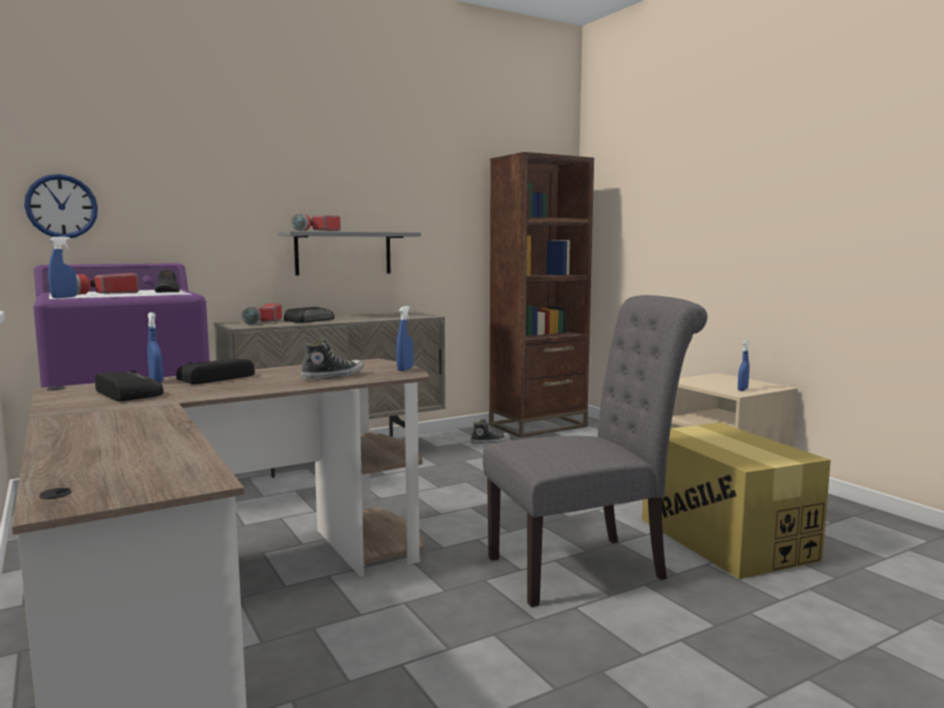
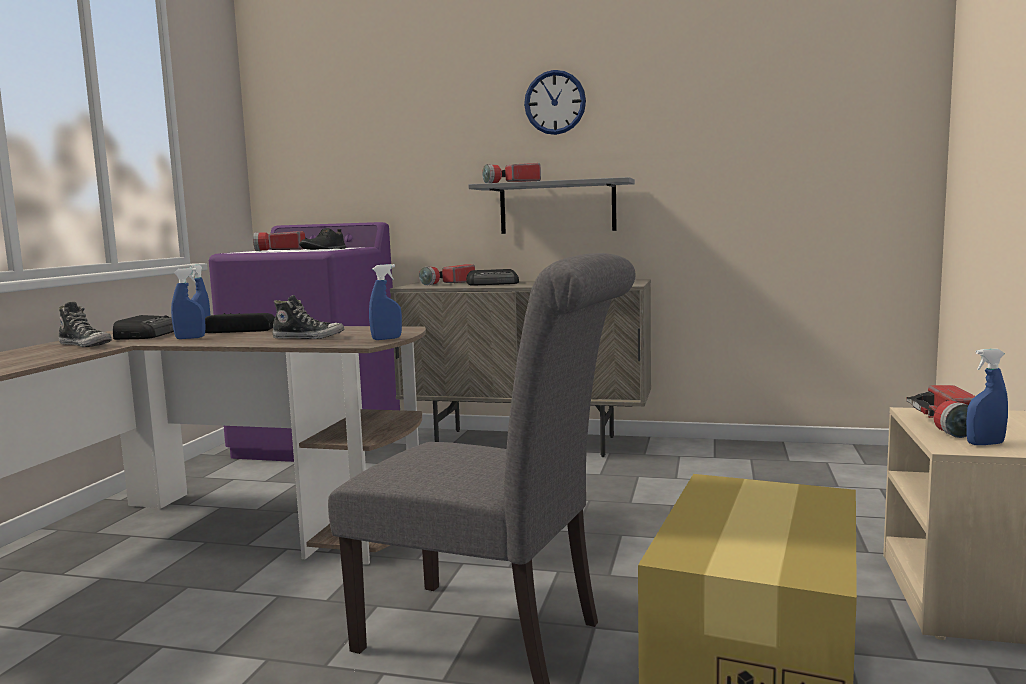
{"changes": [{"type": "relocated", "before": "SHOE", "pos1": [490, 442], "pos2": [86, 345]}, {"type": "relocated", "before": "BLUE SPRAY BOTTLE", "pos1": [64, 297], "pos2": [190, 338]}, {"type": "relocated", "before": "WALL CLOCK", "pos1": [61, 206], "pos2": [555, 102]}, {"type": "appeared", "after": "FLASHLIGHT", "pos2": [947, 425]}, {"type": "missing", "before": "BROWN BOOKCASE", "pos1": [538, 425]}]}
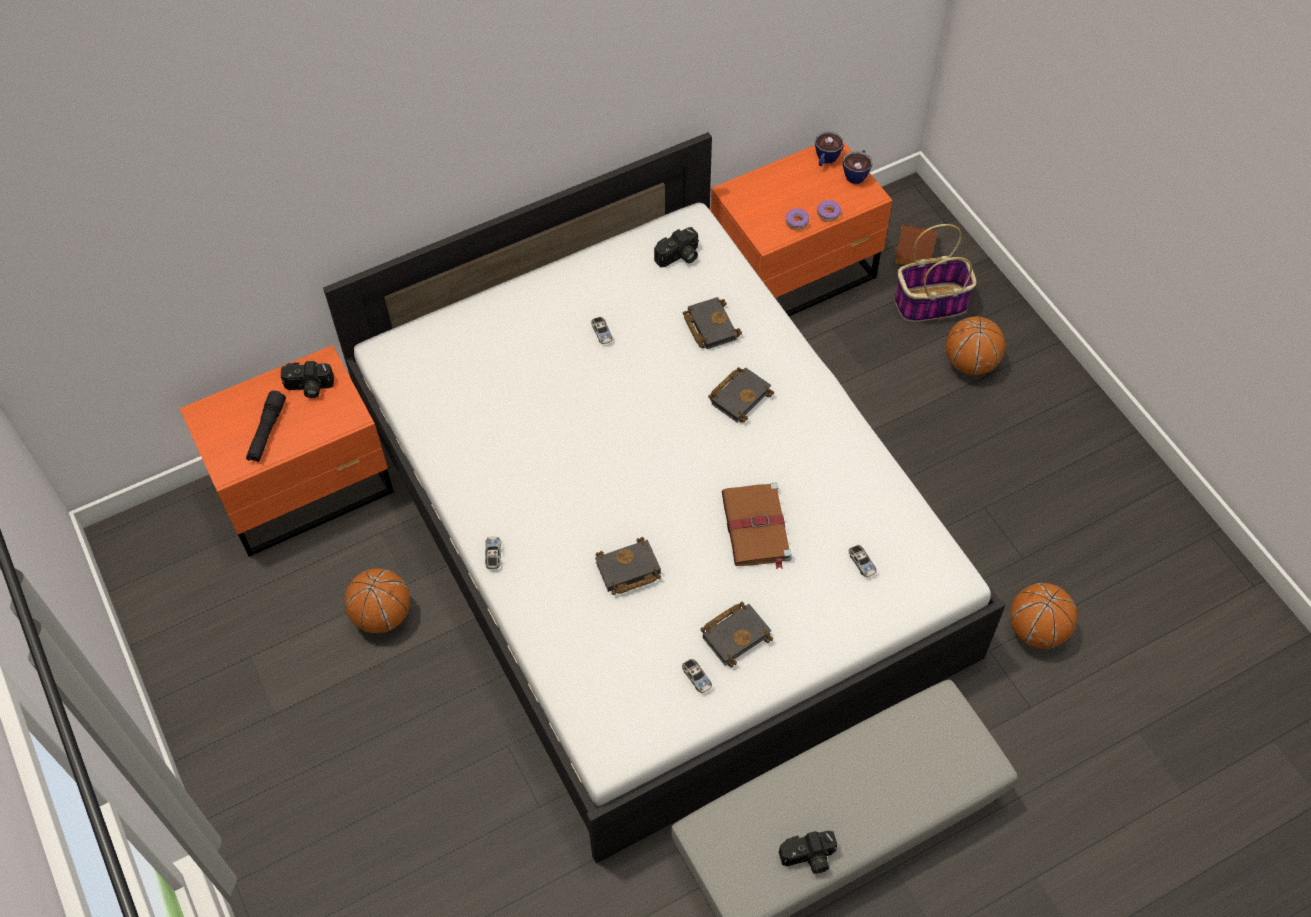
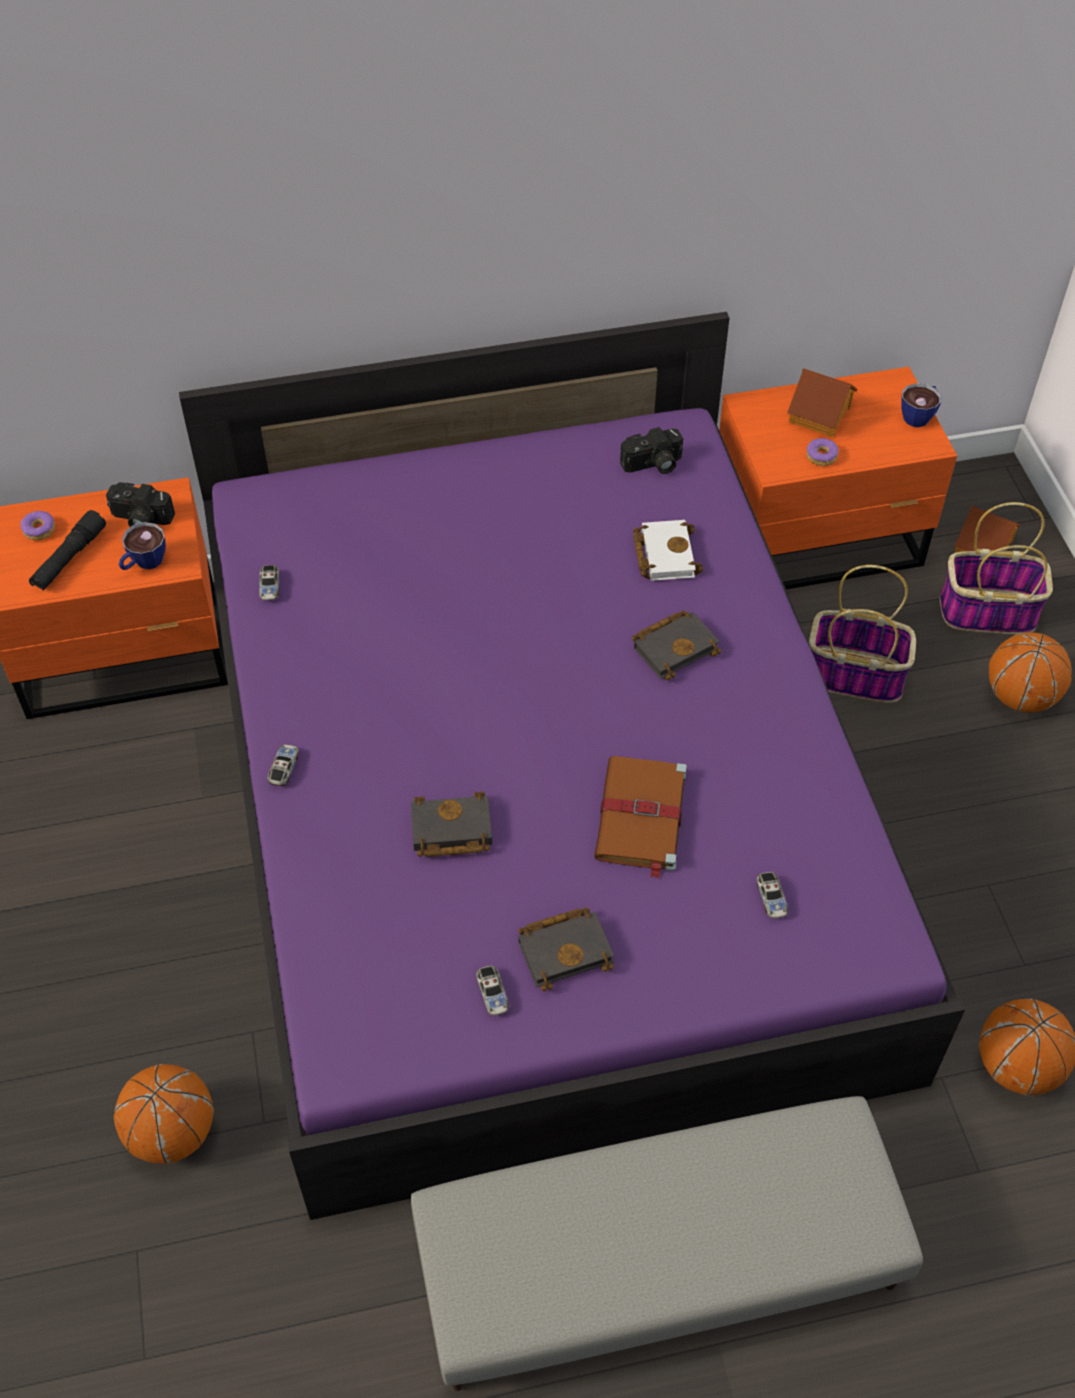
{"changes": [{"type": "relocated", "before": "DONUT", "pos1": [828, 214], "pos2": [39, 530]}, {"type": "relocated", "before": "BASKETBALL", "pos1": [382, 615], "pos2": [172, 1133]}, {"type": "relocated", "before": "CUP", "pos1": [825, 160], "pos2": [144, 563]}, {"type": "colour", "before": "WHITE BED", "after": "PURPLE BED", "pos1": [655, 531], "pos2": [536, 809]}, {"type": "relocated", "before": "TOY CAR", "pos1": [602, 333], "pos2": [270, 587]}, {"type": "colour", "before": "BLACK BOOK", "after": "WHITE BOOK", "pos1": [709, 326], "pos2": [663, 554]}, {"type": "appeared", "after": "TOY HOUSE", "pos2": [820, 414]}, {"type": "appeared", "after": "BASKET", "pos2": [855, 675]}, {"type": "missing", "before": "PHOTO CAMERA", "pos1": [808, 858]}]}
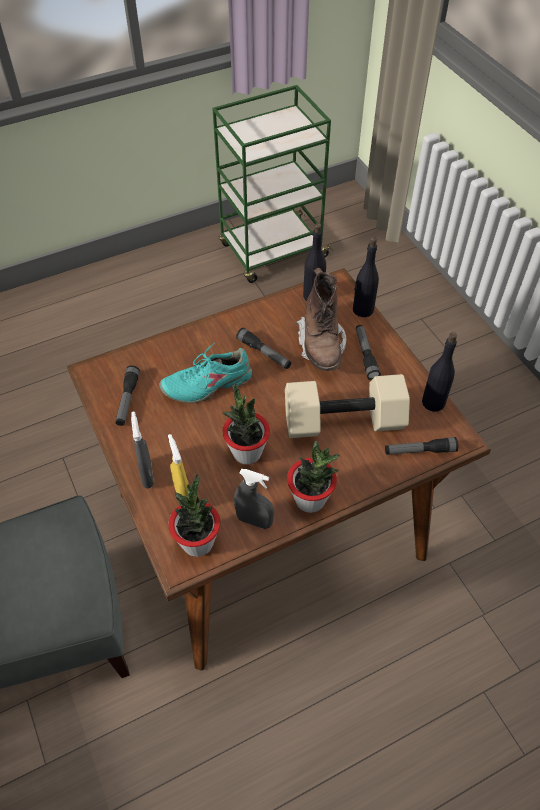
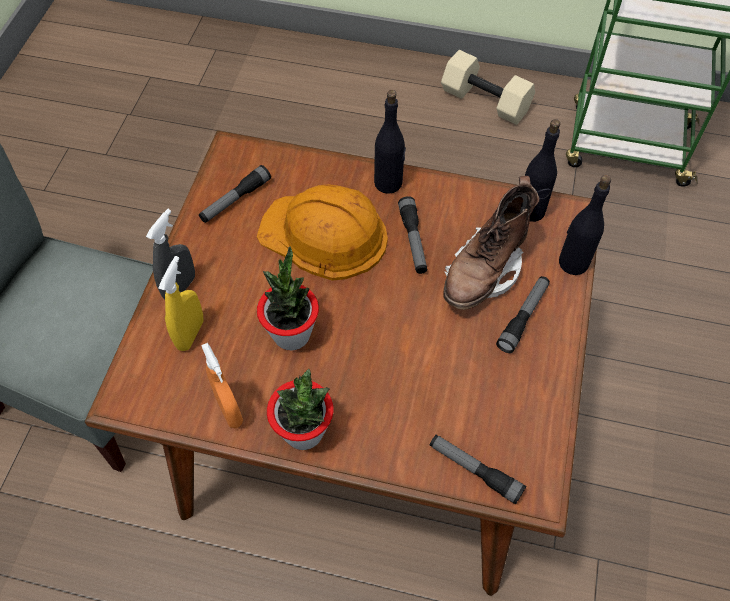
{"changes": [{"type": "colour", "before": "GREY SPRAY BOTTLE", "after": "ORANGE SPRAY BOTTLE", "pos1": [254, 521], "pos2": [229, 410]}, {"type": "exchanged", "before": "TURQUOISE SHOE", "after": "ORANGE HARD HAT", "pos1": [208, 384], "pos2": [324, 235]}, {"type": "relocated", "before": "BLACK BOTTLE", "pos1": [433, 402], "pos2": [388, 183]}, {"type": "relocated", "before": "BEIGE DUMBBELL", "pos1": [342, 423], "pos2": [483, 101]}, {"type": "missing", "before": "POTTED PLANT", "pos1": [197, 542]}]}
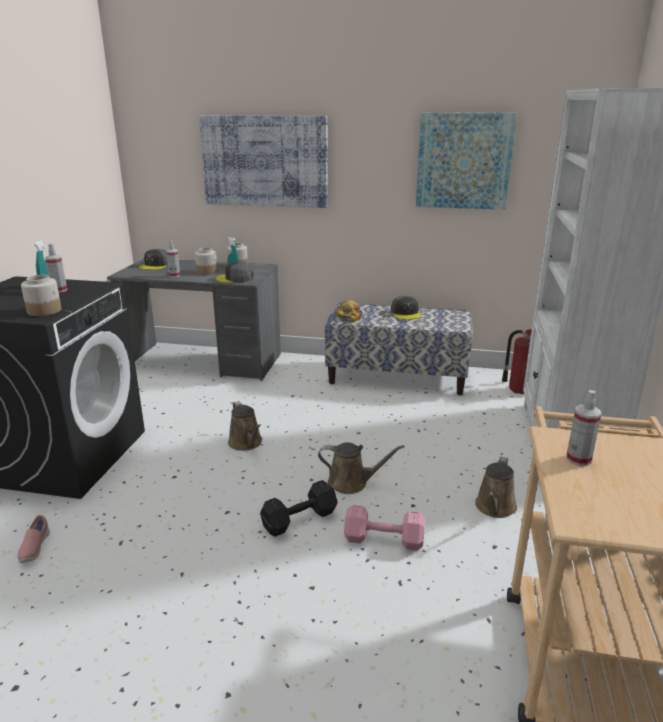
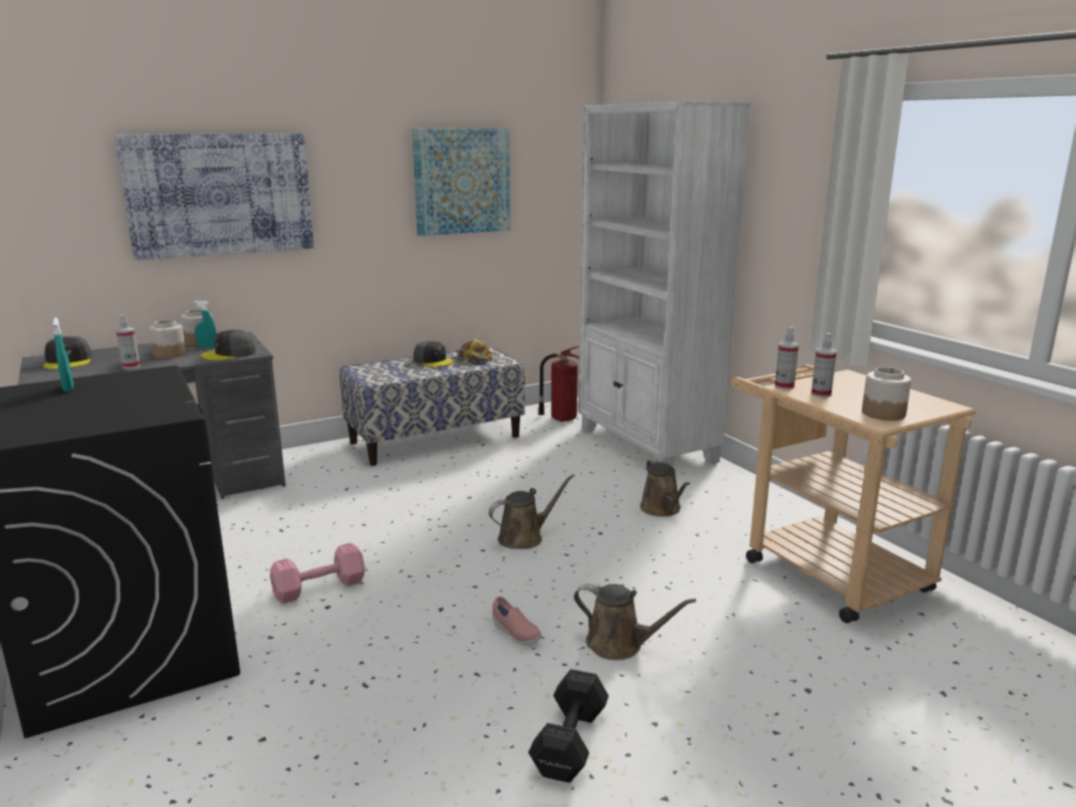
{"changes": [{"type": "relocated", "before": "PINK DUMBBELL", "pos1": [382, 539], "pos2": [317, 588]}, {"type": "relocated", "before": "CAP", "pos1": [349, 316], "pos2": [473, 357]}, {"type": "relocated", "before": "PINK SHOE", "pos1": [34, 548], "pos2": [515, 633]}, {"type": "relocated", "before": "BLACK DUMBBELL", "pos1": [301, 519], "pos2": [571, 740]}, {"type": "relocated", "before": "BROWN WATERING CAN", "pos1": [246, 443], "pos2": [620, 644]}, {"type": "relocated", "before": "SPRAY BOTTLE", "pos1": [59, 290], "pos2": [784, 386]}, {"type": "relocated", "before": "JAR", "pos1": [45, 311], "pos2": [883, 413]}]}
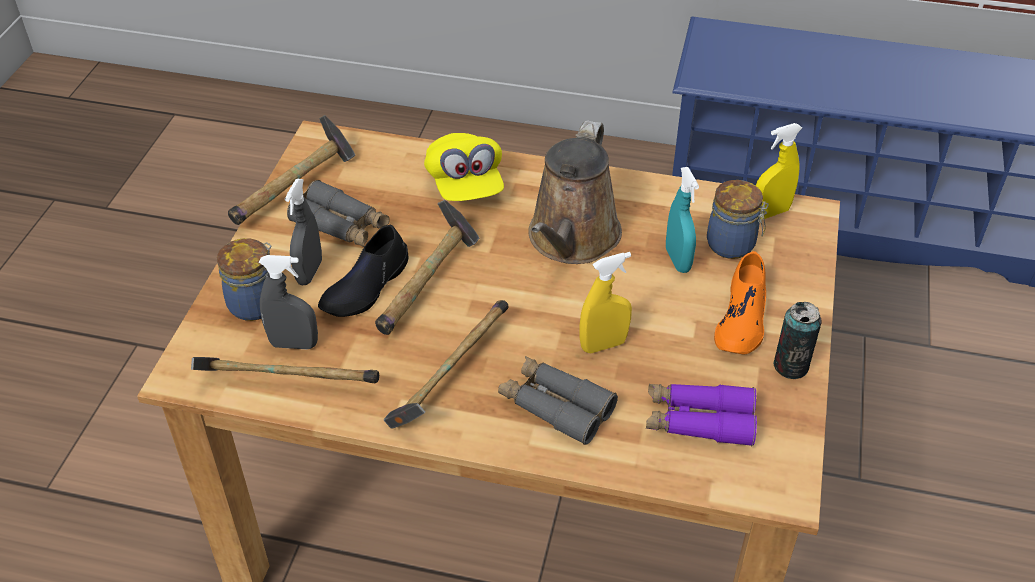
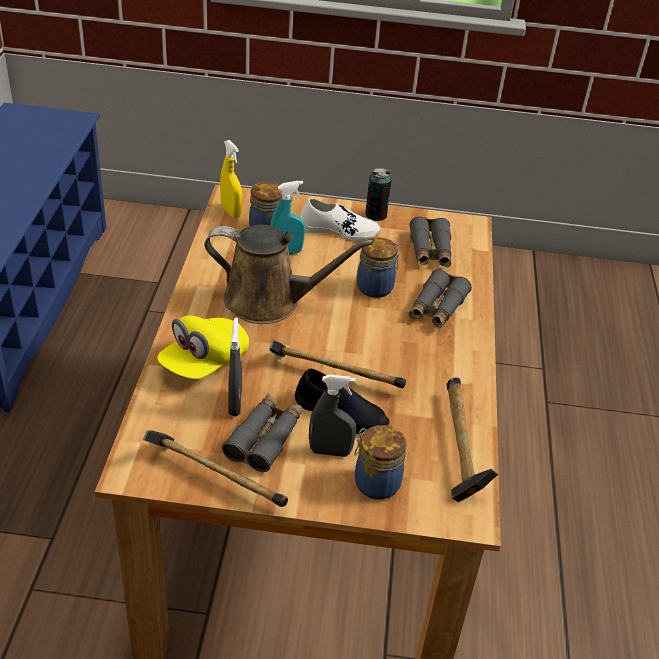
{"changes": [{"type": "spun", "before": "YELLOW CAP", "pos1": [465, 185], "pos2": [204, 362], "turn": 150}, {"type": "relocated", "before": "GREY SPRAY BOTTLE", "pos1": [294, 344], "pos2": [235, 404]}, {"type": "colour", "before": "ORANGE SHOE", "after": "WHITE SHOE", "pos1": [742, 319], "pos2": [339, 230]}, {"type": "exchanged", "before": "YELLOW SPRAY BOTTLE", "after": "JAR", "pos1": [603, 345], "pos2": [376, 287]}, {"type": "colour", "before": "PURPLE BINOCULARS", "after": "GREY BINOCULARS", "pos1": [698, 421], "pos2": [430, 251]}, {"type": "missing", "before": "HAMMER", "pos1": [449, 378]}]}
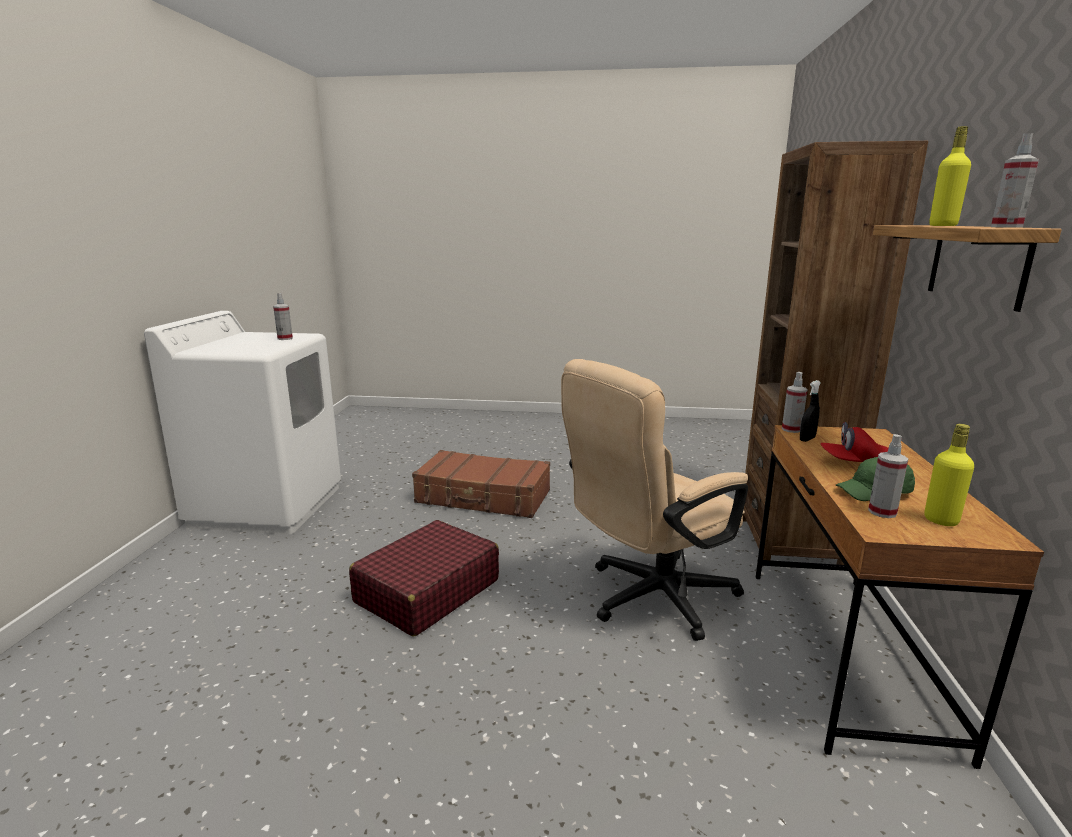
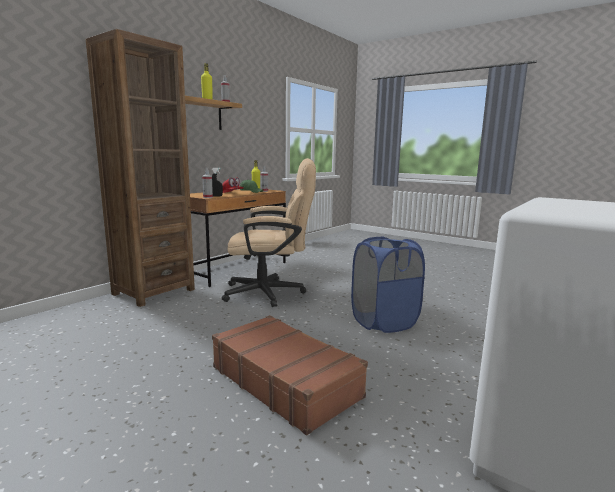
{"changes": [{"type": "exchanged", "before": "RED SUITCASE", "after": "BLUE LAUNDRY BASKET", "pos1": [427, 591], "pos2": [384, 322]}, {"type": "missing", "before": "SPRAY BOTTLE", "pos1": [285, 338]}]}
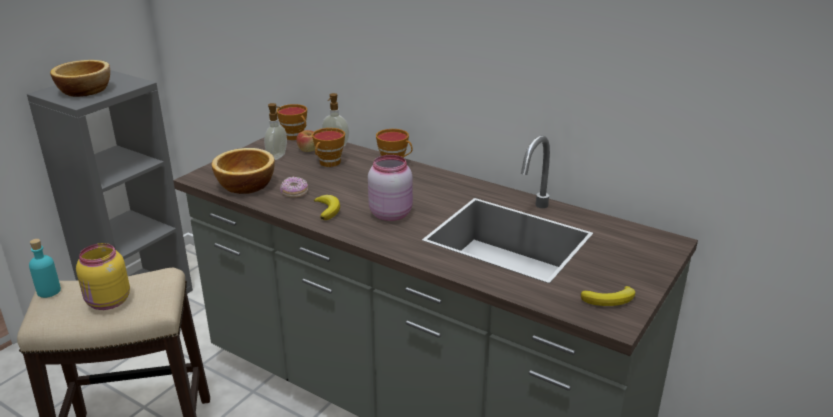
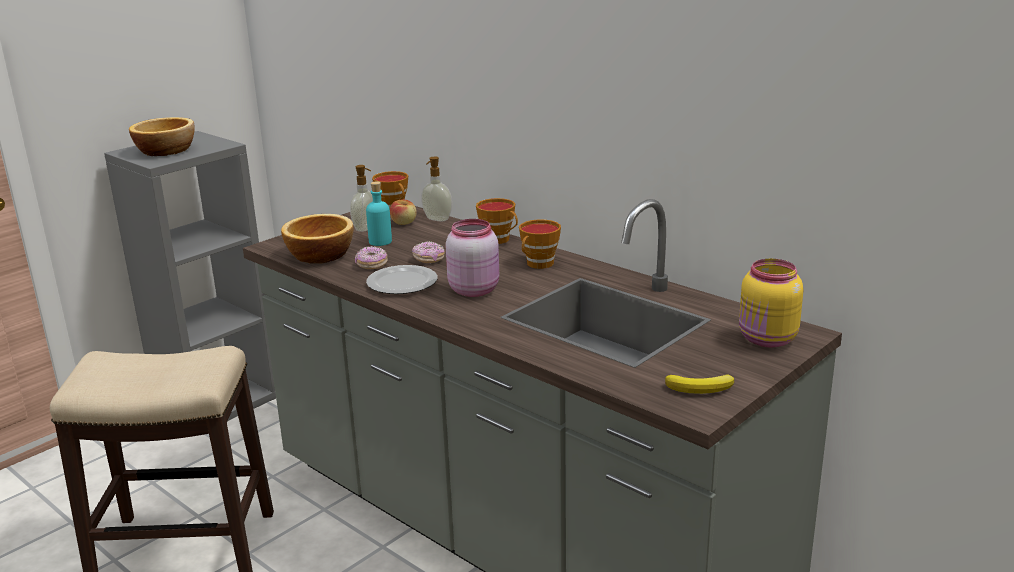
{"changes": [{"type": "relocated", "before": "TURQUOISE BOTTLE", "pos1": [49, 291], "pos2": [380, 241]}, {"type": "exchanged", "before": "BANANA", "after": "PLATE", "pos1": [327, 209], "pos2": [403, 282]}, {"type": "appeared", "after": "DONUT", "pos2": [429, 259]}, {"type": "relocated", "before": "CUP", "pos1": [328, 163], "pos2": [538, 264]}, {"type": "relocated", "before": "YELLOW JAR", "pos1": [108, 302], "pos2": [767, 340]}]}
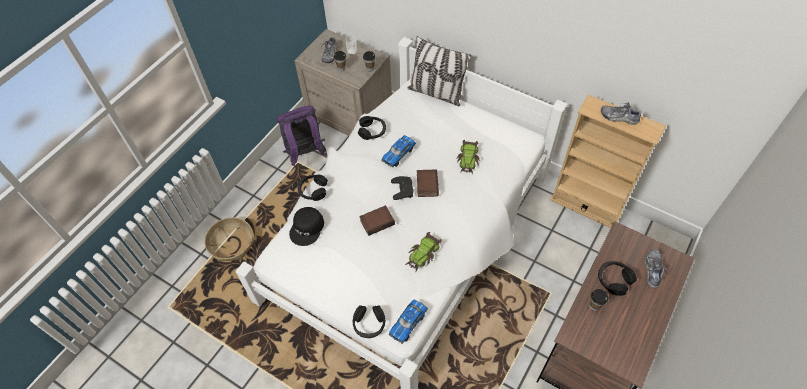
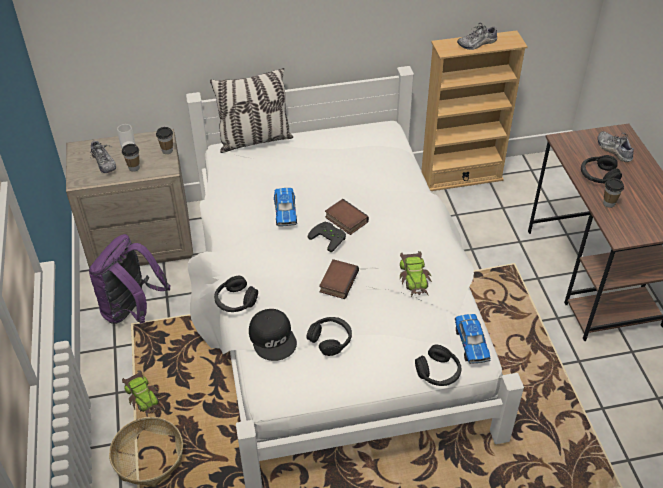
{"changes": [{"type": "relocated", "before": "TOY CAR", "pos1": [468, 159], "pos2": [143, 397]}, {"type": "relocated", "before": "BLACK HEADPHONES", "pos1": [372, 131], "pos2": [330, 339]}]}
